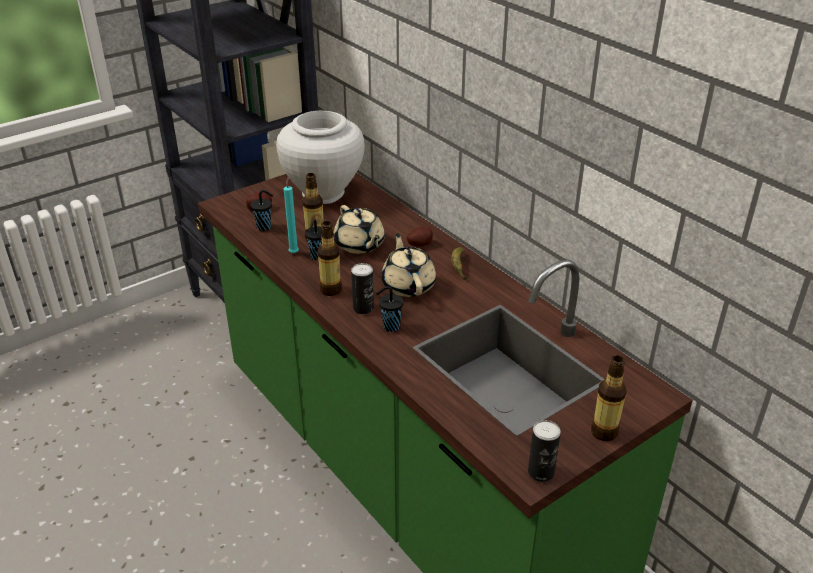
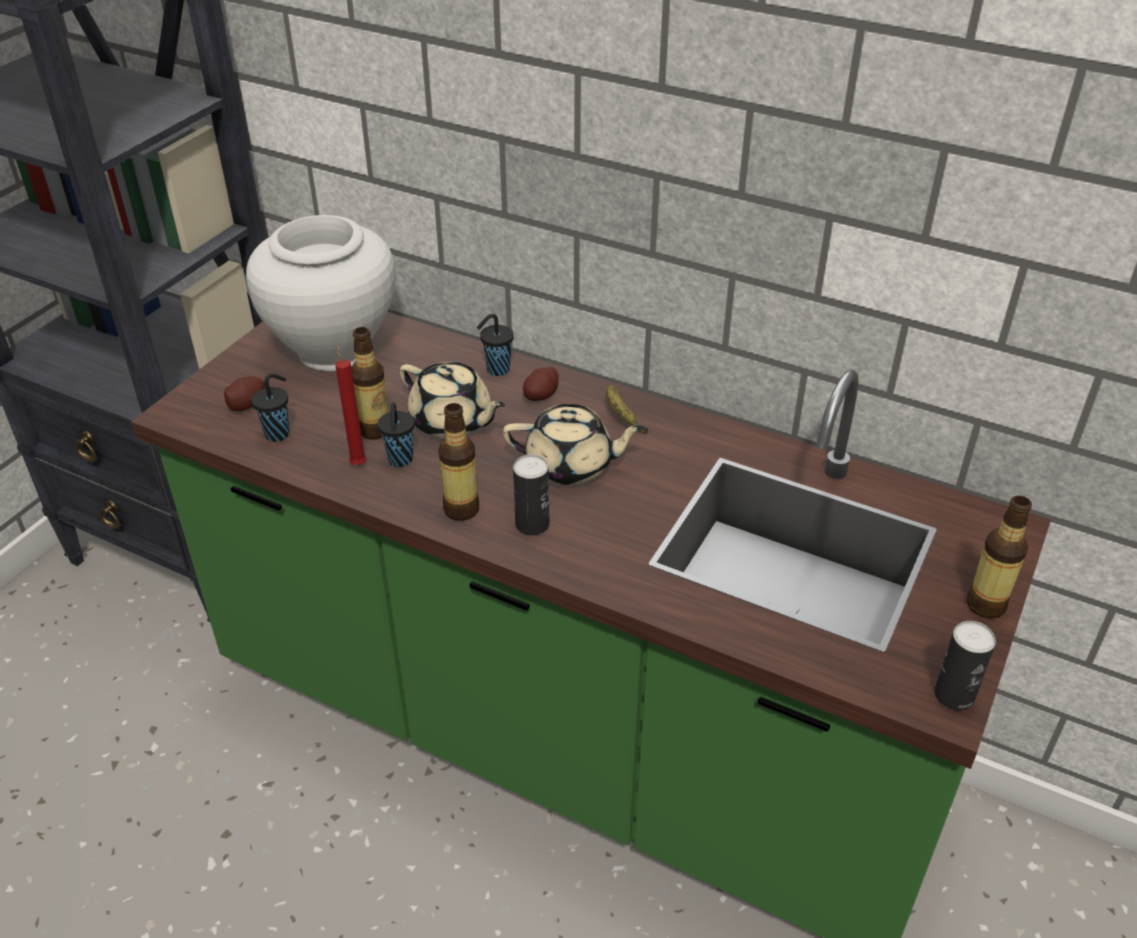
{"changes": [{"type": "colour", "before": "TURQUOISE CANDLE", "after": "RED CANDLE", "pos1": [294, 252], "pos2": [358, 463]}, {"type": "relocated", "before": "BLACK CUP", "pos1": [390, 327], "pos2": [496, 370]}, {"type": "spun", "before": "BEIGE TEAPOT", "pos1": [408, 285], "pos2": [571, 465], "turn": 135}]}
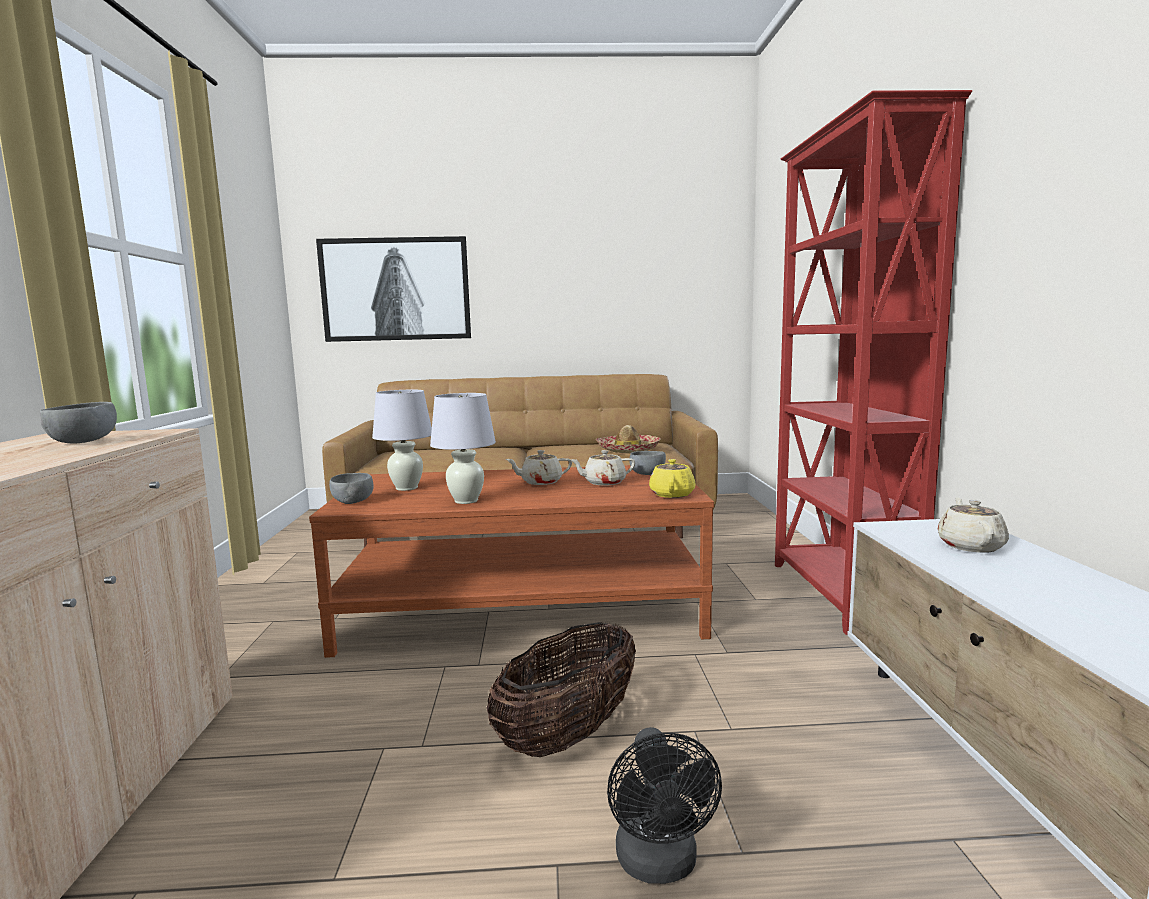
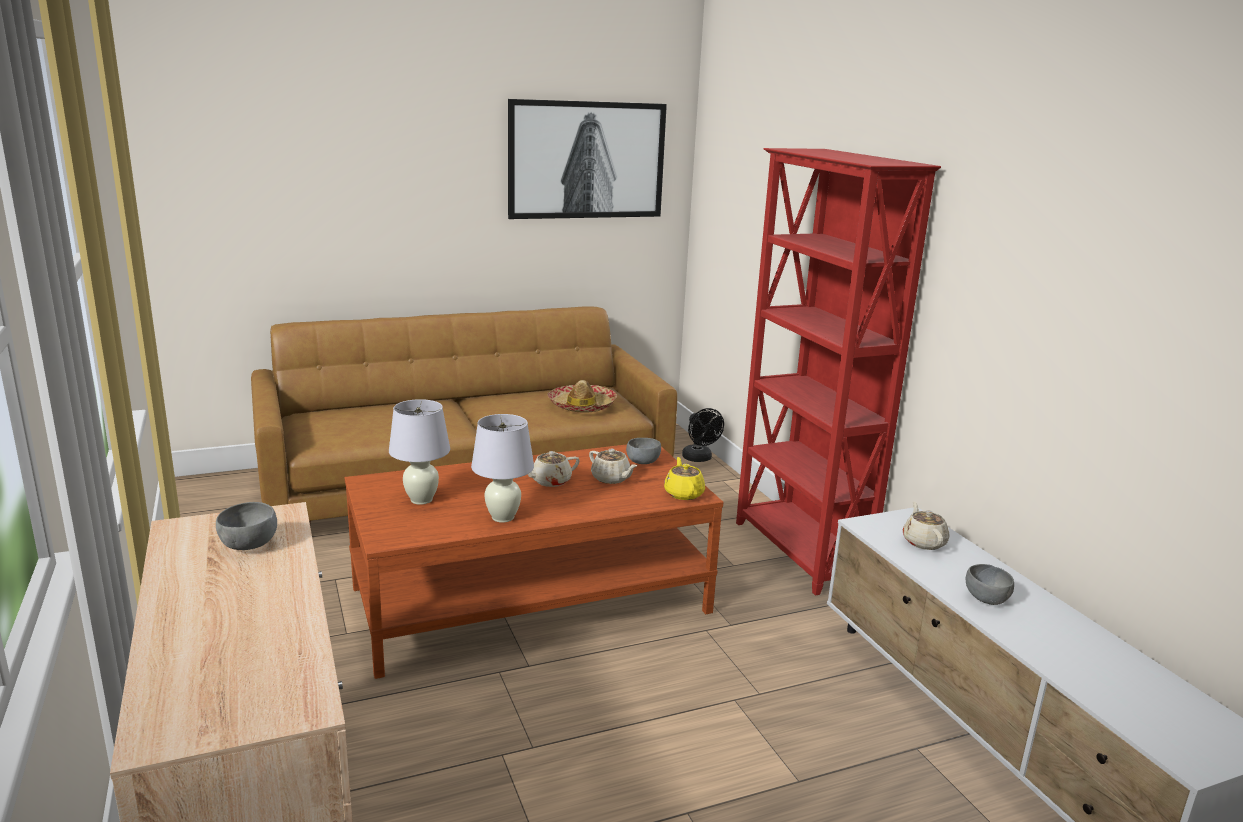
{"changes": [{"type": "relocated", "before": "PICTURE", "pos1": [395, 289], "pos2": [587, 160]}, {"type": "spun", "before": "BEIGE TEAPOT", "pos1": [604, 483], "pos2": [611, 479], "turn": -105}, {"type": "relocated", "before": "BLACK FAN", "pos1": [659, 865], "pos2": [699, 459]}, {"type": "relocated", "before": "GREY BOWL", "pos1": [353, 502], "pos2": [986, 599]}, {"type": "missing", "before": "BASKET", "pos1": [569, 734]}]}
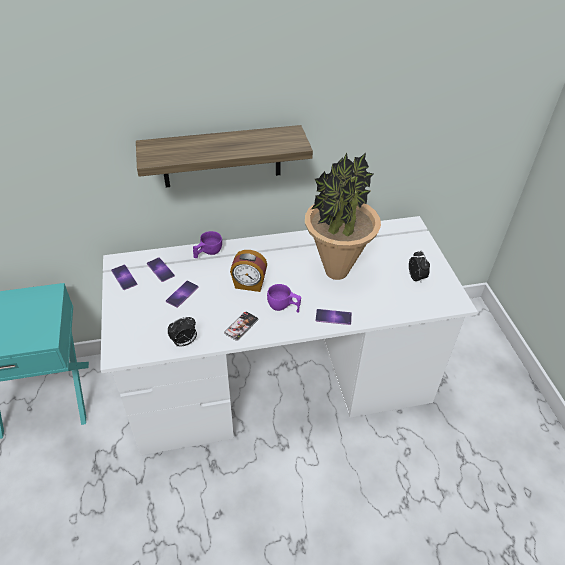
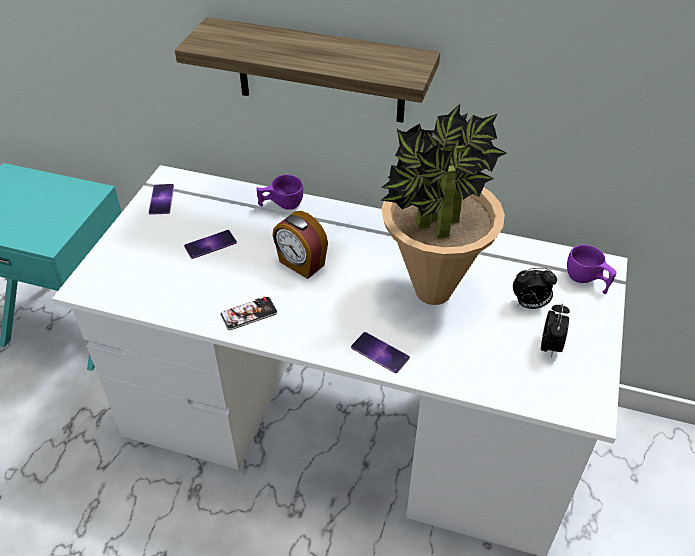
{"changes": [{"type": "relocated", "before": "ALARM CLOCK", "pos1": [184, 342], "pos2": [529, 304]}, {"type": "relocated", "before": "PURPLE CUP", "pos1": [283, 307], "pos2": [586, 280]}, {"type": "missing", "before": "PHONE", "pos1": [160, 269]}]}
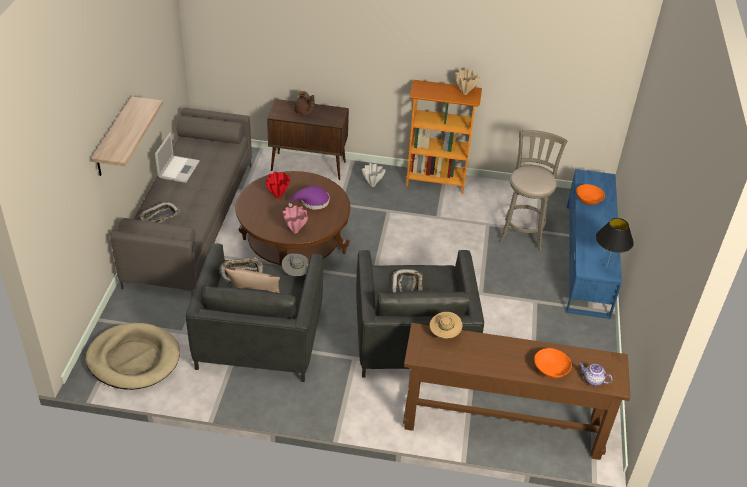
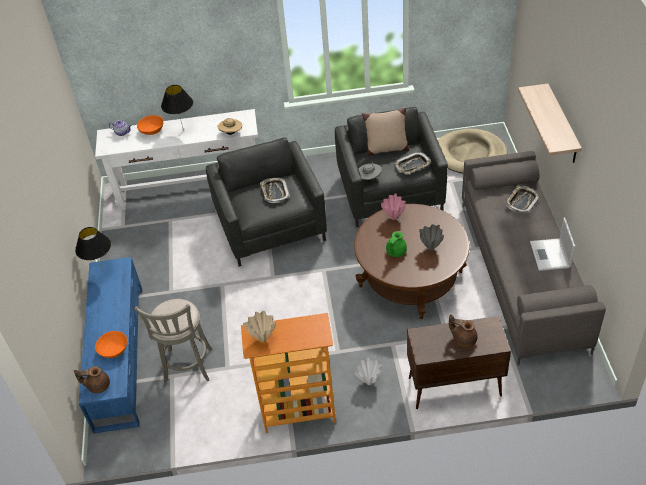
{"changes": [{"type": "appeared", "after": "BROWN TEAPOT", "pos2": [97, 385]}, {"type": "colour", "before": "BROWN CONSOLE TABLE", "after": "WHITE CONSOLE TABLE", "pos1": [502, 424], "pos2": [190, 187]}, {"type": "appeared", "after": "BLACK TABLE LAMP", "pos2": [183, 130]}, {"type": "exchanged", "before": "PURPLE HAT", "after": "GREEN TEAPOT", "pos1": [312, 202], "pos2": [395, 252]}, {"type": "colour", "before": "RED VASE", "after": "GREY VASE", "pos1": [278, 196], "pos2": [430, 248]}]}
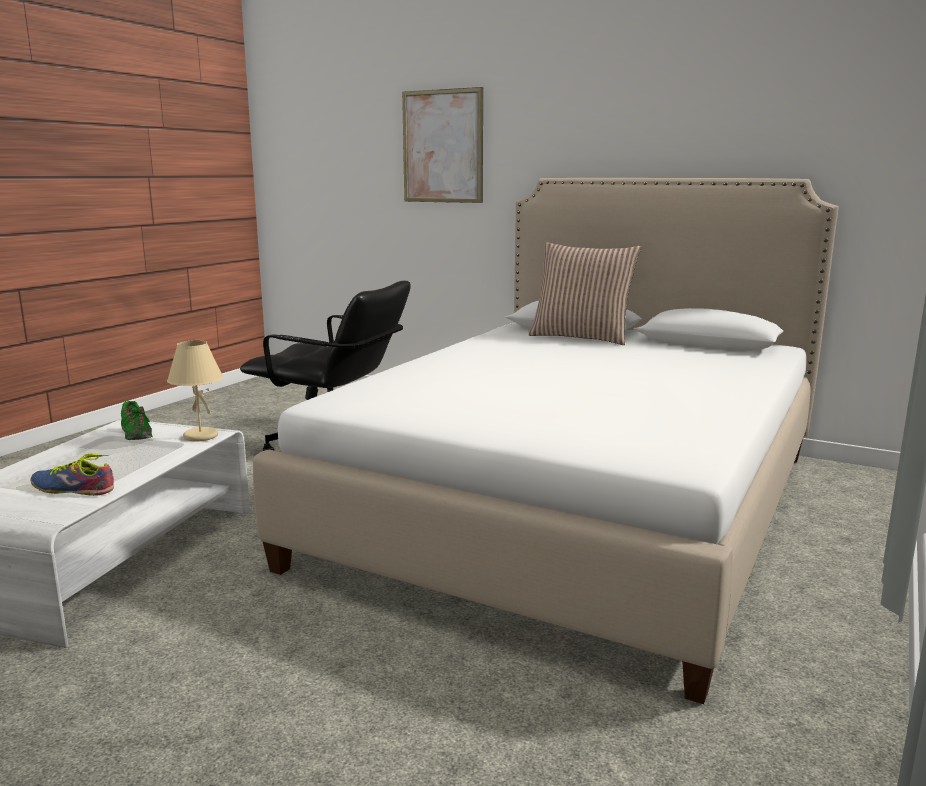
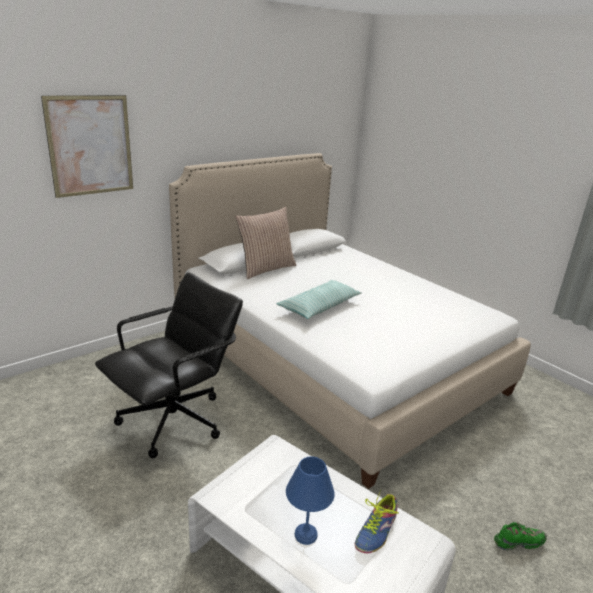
{"changes": [{"type": "appeared", "after": "PILLOW", "pos2": [319, 307]}, {"type": "appeared", "after": "BLUE TABLE LAMP", "pos2": [304, 535]}, {"type": "relocated", "before": "GREEN SHOE", "pos1": [136, 435], "pos2": [518, 542]}, {"type": "missing", "before": "BEIGE TABLE LAMP", "pos1": [200, 436]}]}
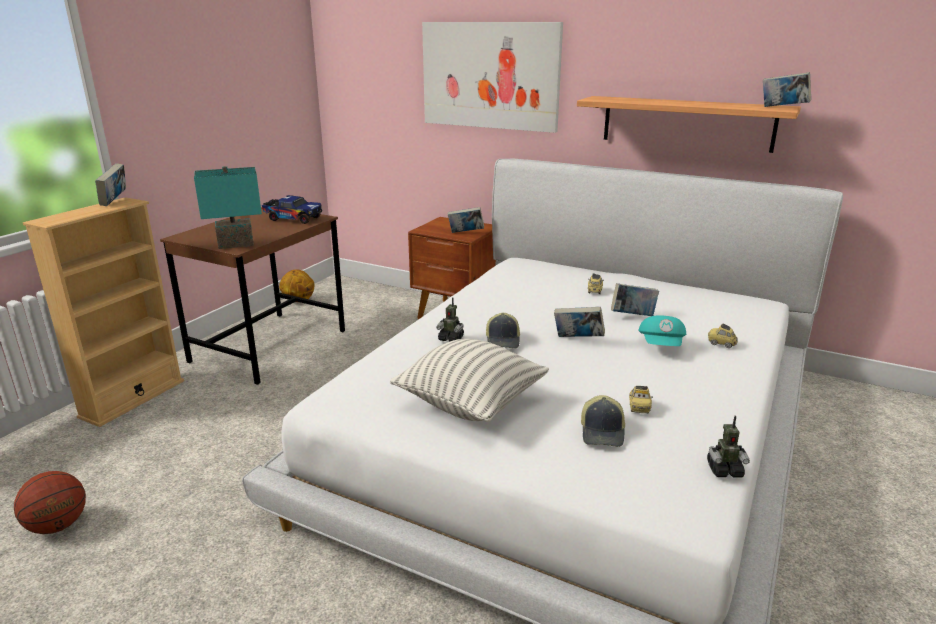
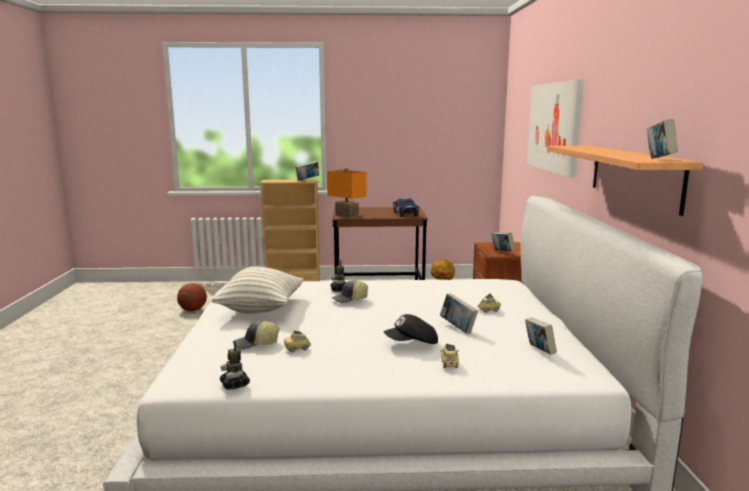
{"changes": [{"type": "colour", "before": "TURQUOISE TABLE LAMP", "after": "ORANGE TABLE LAMP", "pos1": [235, 245], "pos2": [345, 215]}, {"type": "colour", "before": "TURQUOISE CAP", "after": "BLACK CAP", "pos1": [661, 345], "pos2": [412, 344]}, {"type": "relocated", "before": "BOOK", "pos1": [578, 339], "pos2": [539, 351]}]}
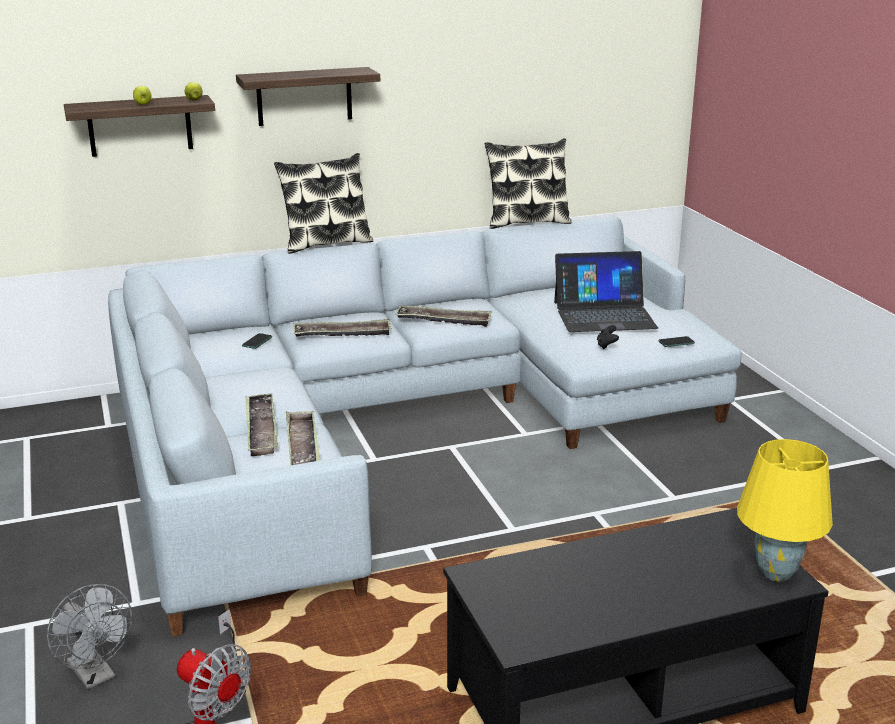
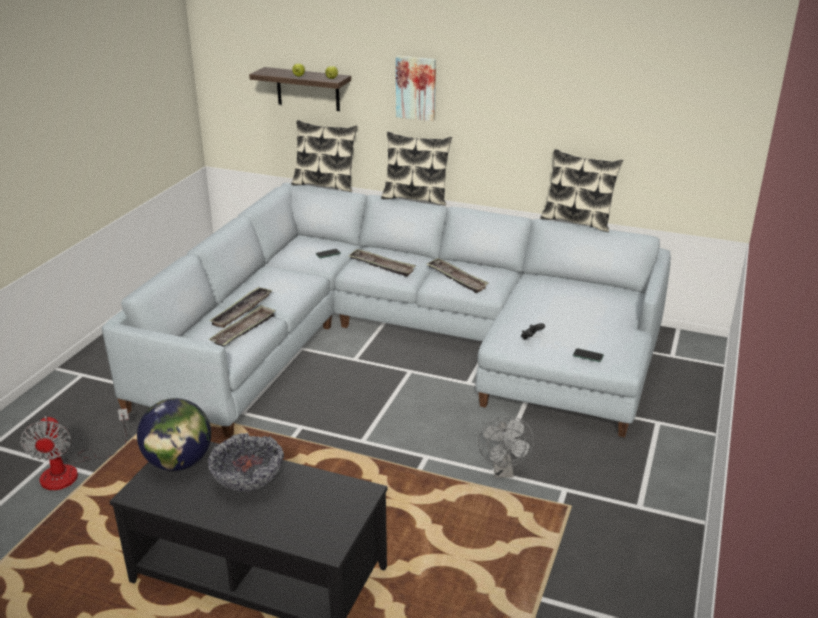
{"changes": [{"type": "appeared", "after": "GLOBE", "pos2": [179, 462]}, {"type": "appeared", "after": "BOWL", "pos2": [248, 482]}, {"type": "appeared", "after": "PILLOW", "pos2": [325, 185]}, {"type": "exchanged", "before": "SHELF", "after": "PICTURE", "pos1": [304, 96], "pos2": [416, 87]}, {"type": "relocated", "before": "GREY FAN", "pos1": [95, 675], "pos2": [503, 471]}, {"type": "missing", "before": "LAPTOP", "pos1": [604, 315]}, {"type": "missing", "before": "YELLOW TABLE LAMP", "pos1": [774, 573]}]}
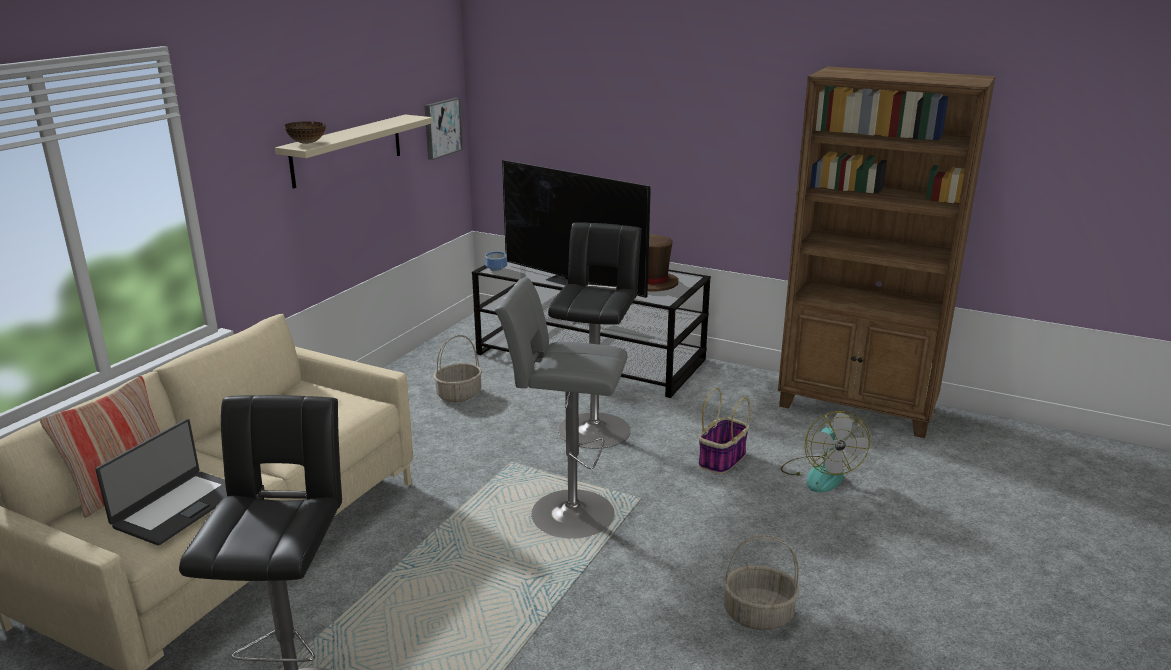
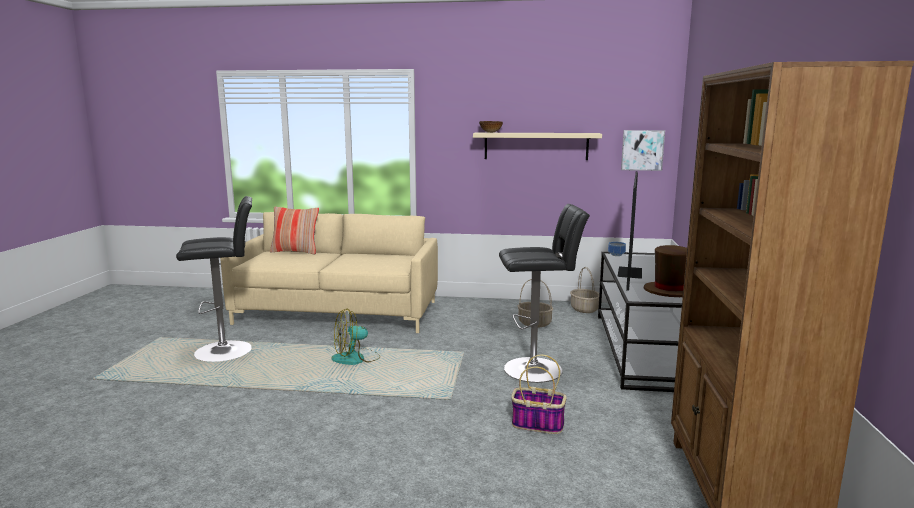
{"changes": [{"type": "relocated", "before": "FAN", "pos1": [820, 474], "pos2": [356, 359]}, {"type": "relocated", "before": "BASKET", "pos1": [759, 614], "pos2": [585, 309]}, {"type": "missing", "before": "LAPTOP", "pos1": [178, 507]}, {"type": "missing", "before": "GREY STOOL", "pos1": [566, 513]}]}
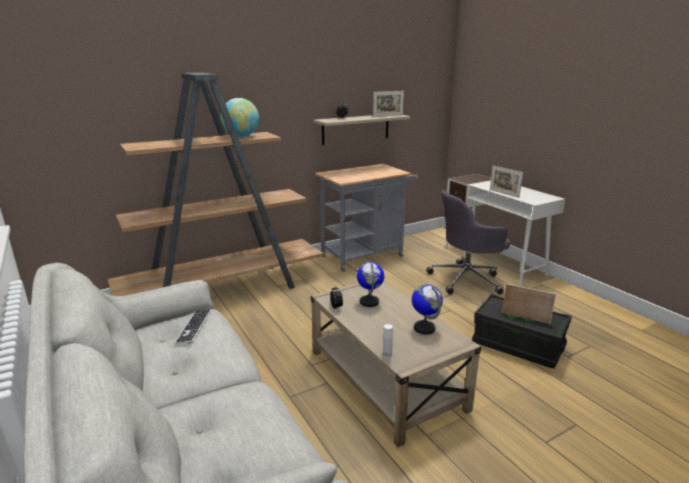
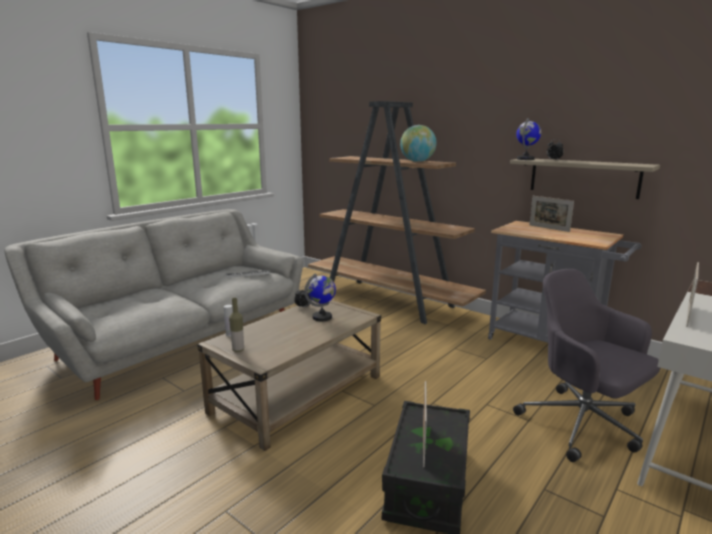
{"changes": [{"type": "appeared", "after": "BOTTLE", "pos2": [238, 350]}, {"type": "relocated", "before": "GLOBE", "pos1": [424, 328], "pos2": [526, 159]}, {"type": "relocated", "before": "PICTURE FRAME", "pos1": [388, 116], "pos2": [549, 228]}]}
